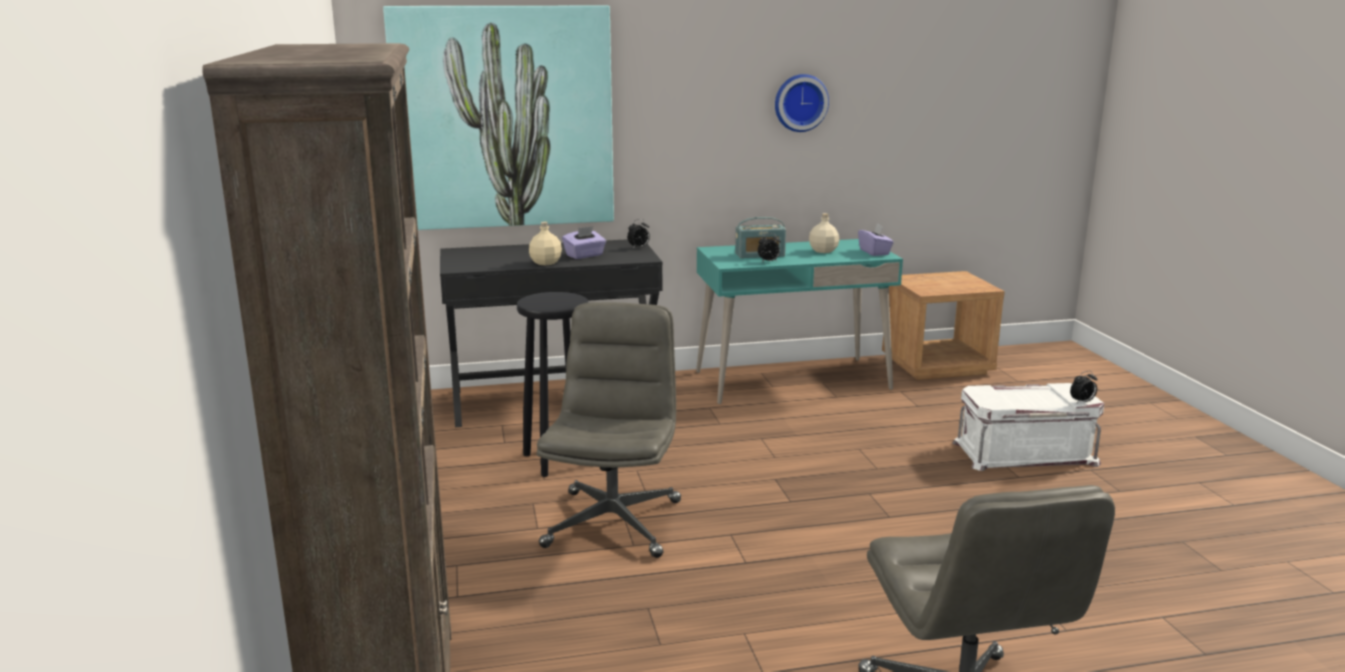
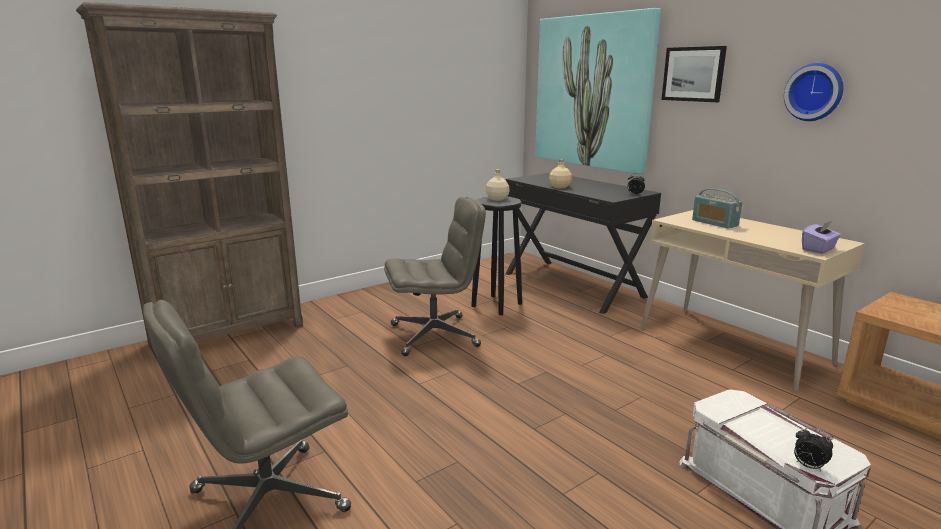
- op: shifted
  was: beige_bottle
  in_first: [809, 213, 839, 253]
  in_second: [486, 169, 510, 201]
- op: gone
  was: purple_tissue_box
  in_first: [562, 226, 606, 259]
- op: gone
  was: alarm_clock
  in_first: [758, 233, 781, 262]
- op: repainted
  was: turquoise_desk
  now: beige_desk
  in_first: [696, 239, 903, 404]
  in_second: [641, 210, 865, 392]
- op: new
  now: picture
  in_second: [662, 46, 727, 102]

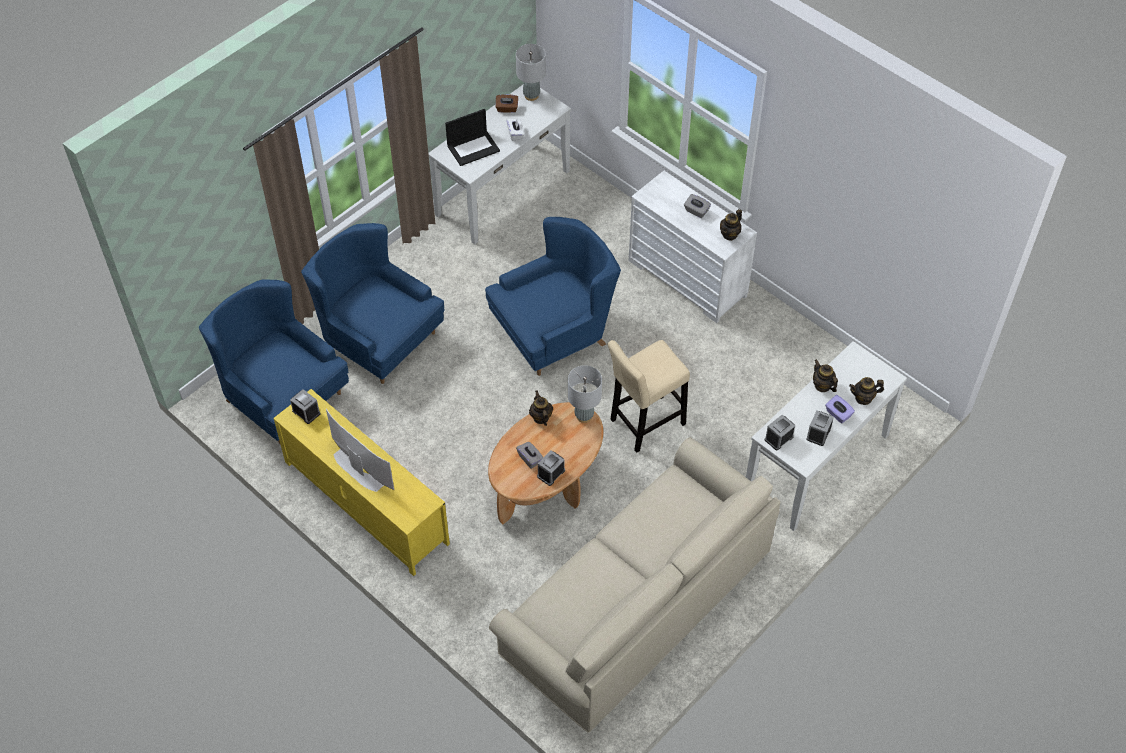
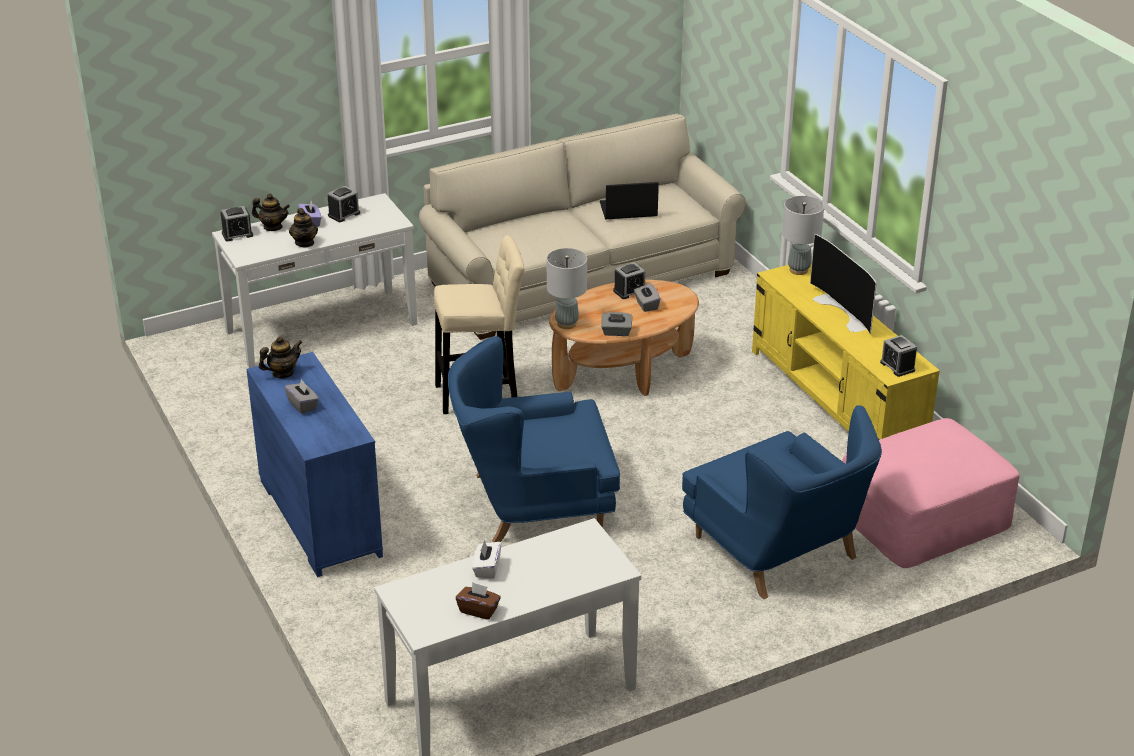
- op: shifted
  was: grey_table_lamp
  in_first: [516, 44, 546, 101]
  in_second: [782, 196, 824, 275]
- op: shifted
  was: laptop
  in_first: [445, 109, 500, 166]
  in_second: [600, 182, 659, 219]
- op: repainted
  was: white_dresser
  now: blue_dresser
  in_first: [628, 171, 757, 323]
  in_second: [246, 352, 383, 577]
- op: swapped
  was: blue_armchair
  now: pink_ottoman
  in_first: [199, 279, 349, 444]
  in_second: [842, 418, 1020, 568]
- op: swapped
  was: teapot
  now: grey_tissue_box
  in_first: [529, 390, 553, 426]
  in_second: [601, 312, 632, 336]
- op: shifted
  was: alarm_clock
  in_first: [765, 415, 795, 450]
  in_second: [221, 206, 253, 242]

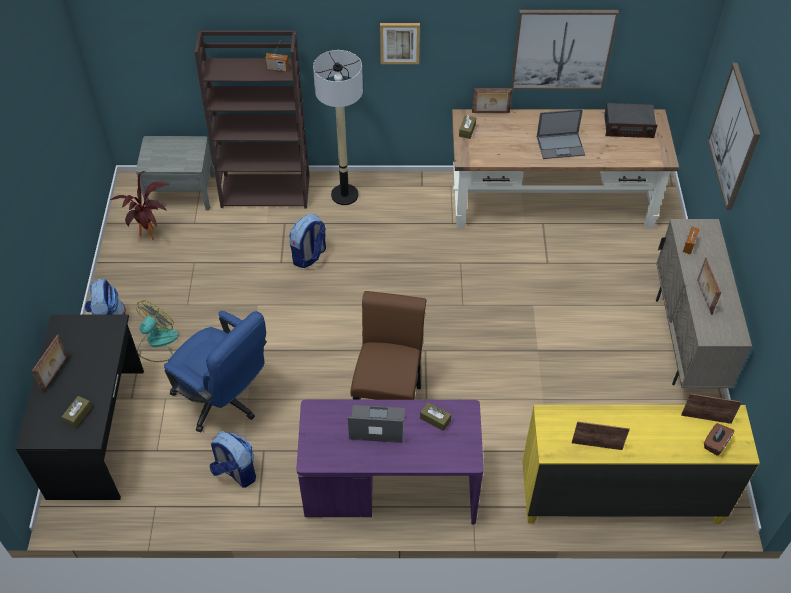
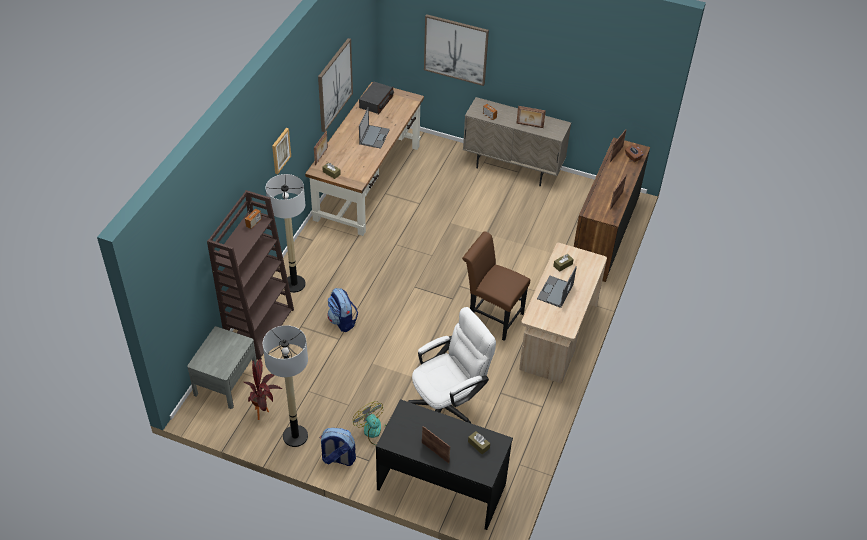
- op: repainted
  was: blue_office_chair
  now: white_office_chair
  in_first: [164, 311, 267, 433]
  in_second: [407, 307, 496, 423]
- op: repainted
  was: purple_desk
  now: beige_desk
  in_first: [296, 400, 484, 525]
  in_second: [519, 243, 607, 384]
- op: repainted
  was: yellow_dresser
  now: brown_dresser
  in_first: [522, 405, 760, 524]
  in_second: [574, 137, 650, 282]
- op: gone
  was: backpack
  in_first: [209, 431, 256, 488]
- op: new
  now: floor_lamp
  in_second: [263, 325, 308, 447]

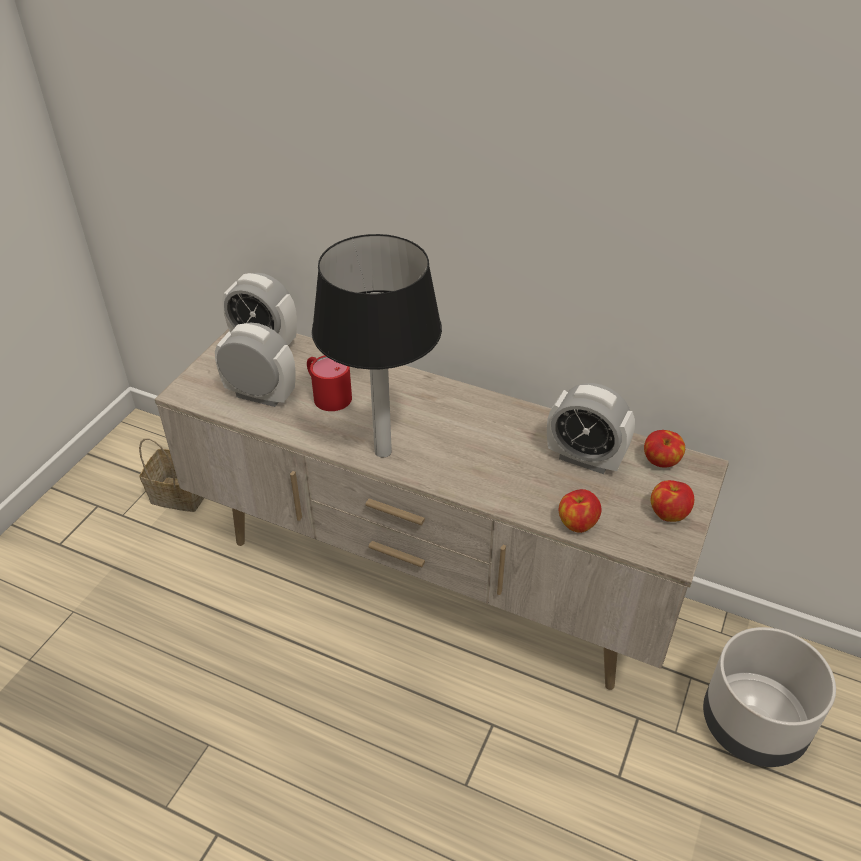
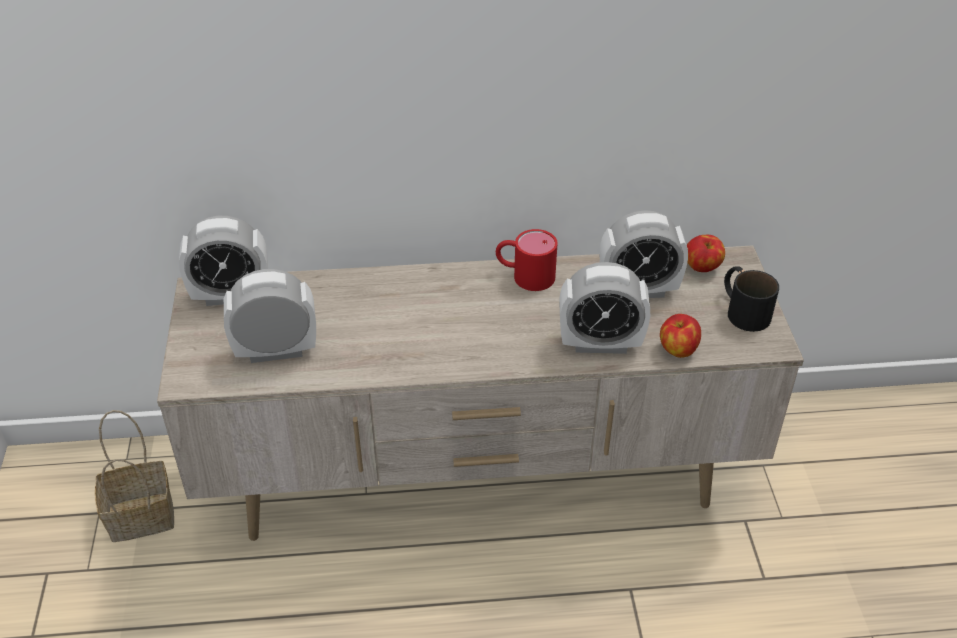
- op: gone
  was: table_lamp
  in_first: [312, 234, 442, 458]
- op: shifted
  was: red_mug
  in_first: [307, 355, 352, 411]
  in_second: [496, 229, 558, 291]
- op: swapped
  was: apple
  now: black_mug
  in_first: [651, 480, 694, 522]
  in_second: [724, 266, 779, 332]
- op: gone
  was: grey_planter
  in_first: [703, 627, 836, 767]
- op: new
  now: alarm_clock
  in_second: [559, 262, 650, 354]

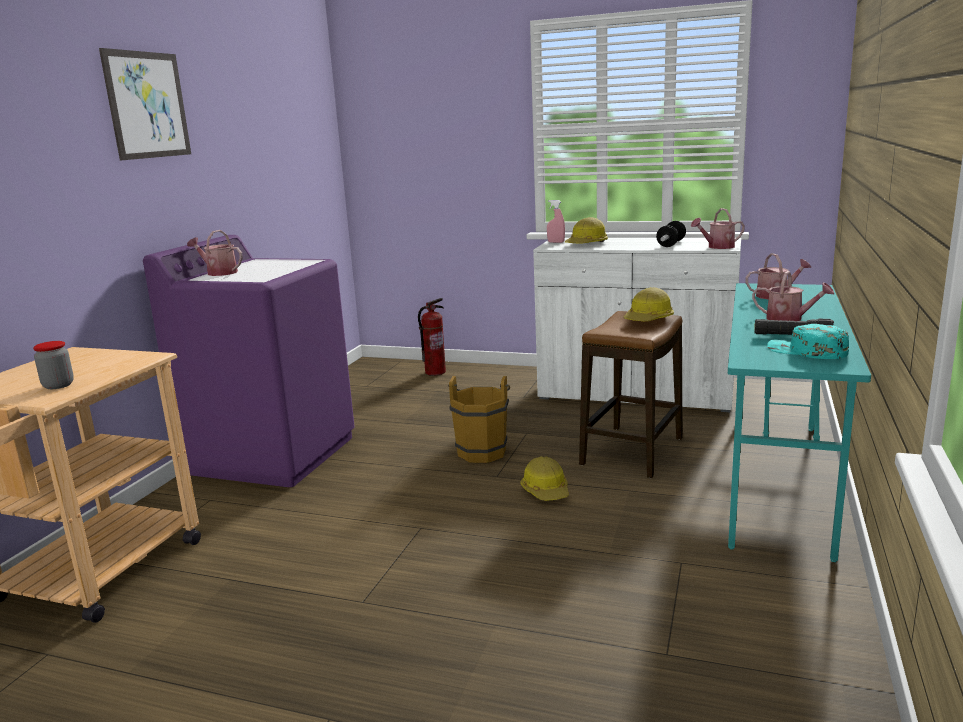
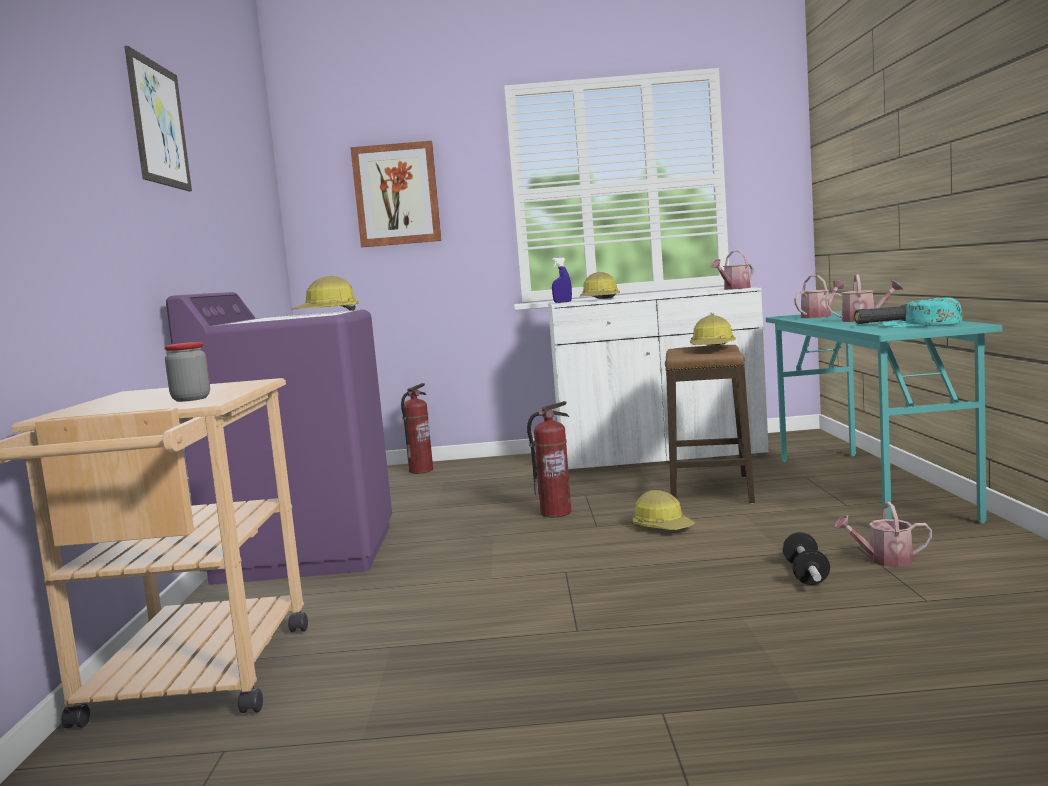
- op: repainted
  was: pink_spray_bottle
  now: blue_spray_bottle
  in_first: [547, 200, 565, 243]
  in_second: [552, 257, 572, 303]
- op: shifted
  was: dumbbell
  in_first: [656, 221, 686, 247]
  in_second: [783, 532, 830, 585]
- op: shifted
  was: watering_can
  in_first: [187, 230, 243, 276]
  in_second: [834, 502, 932, 567]
- op: swapped
  was: brown_bucket
  now: fire_extinguisher
  in_first: [448, 376, 510, 463]
  in_second: [527, 401, 572, 517]
- op: new
  now: picture
  in_second: [350, 141, 442, 247]
- op: new
  now: hard_hat
  in_second: [291, 276, 359, 311]

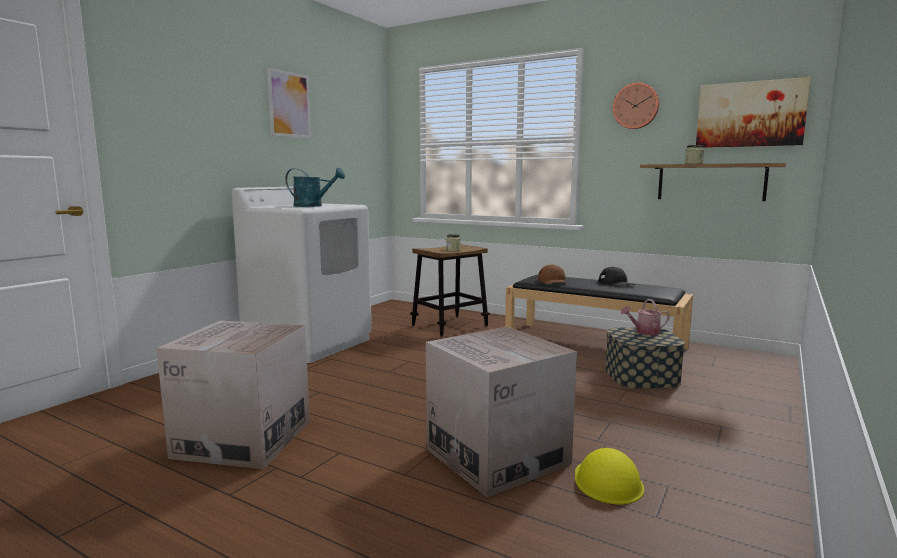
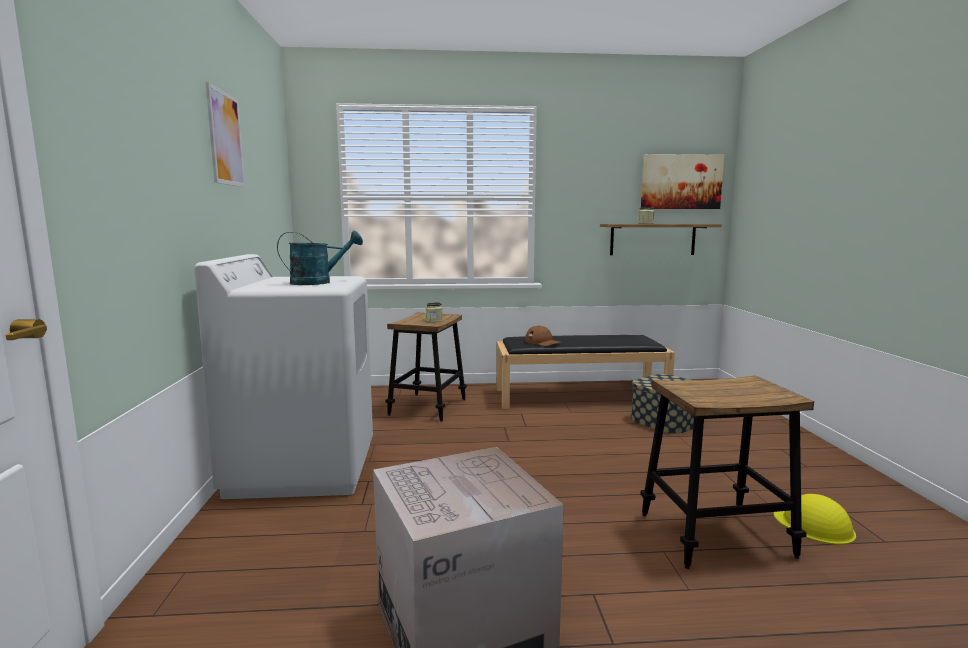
- op: gone
  was: wall_clock
  in_first: [613, 82, 659, 129]
- op: gone
  was: black_cap
  in_first: [598, 267, 635, 287]
- op: gone
  was: watering_can
  in_first: [621, 299, 670, 335]
- op: swapped
  was: cardboard_box
  now: stool
  in_first: [426, 327, 577, 498]
  in_second: [640, 375, 814, 569]

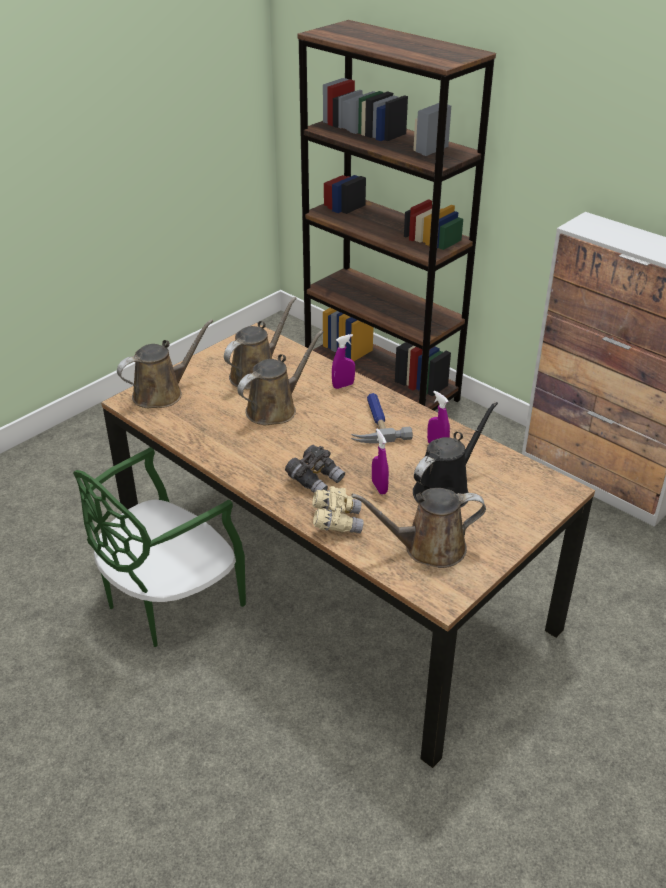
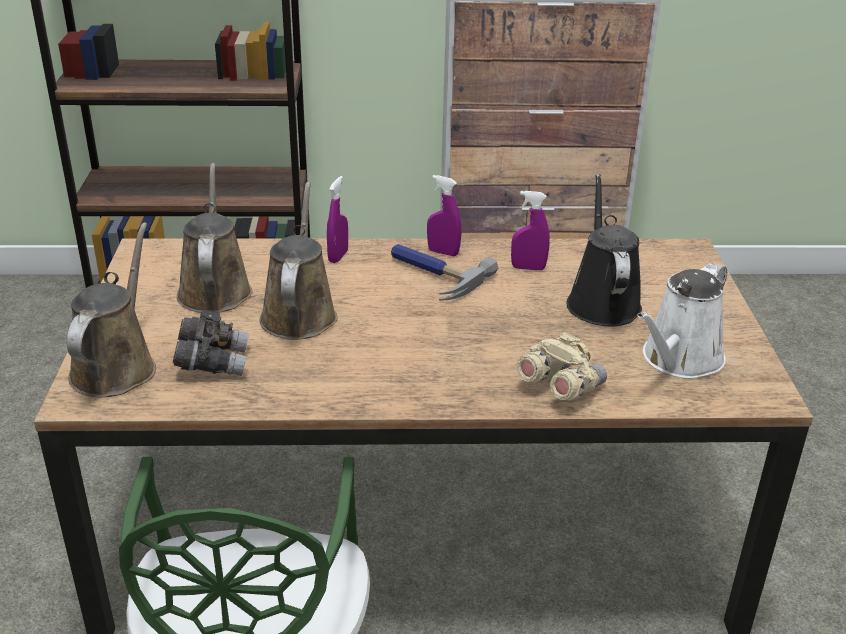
- op: shifted
  was: purple_spray_bottle
  in_first: [372, 429, 389, 495]
  in_second: [427, 175, 461, 256]
- op: shifted
  was: grey_binoculars
  in_first: [285, 445, 345, 493]
  in_second: [173, 310, 249, 376]
- op: repainted
  was: brown_watering_can
  now: white_watering_can
  in_first: [351, 488, 486, 568]
  in_second: [637, 263, 727, 379]

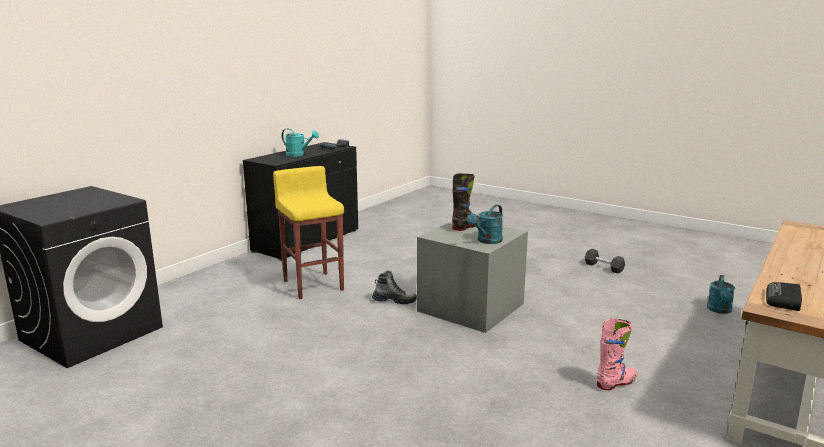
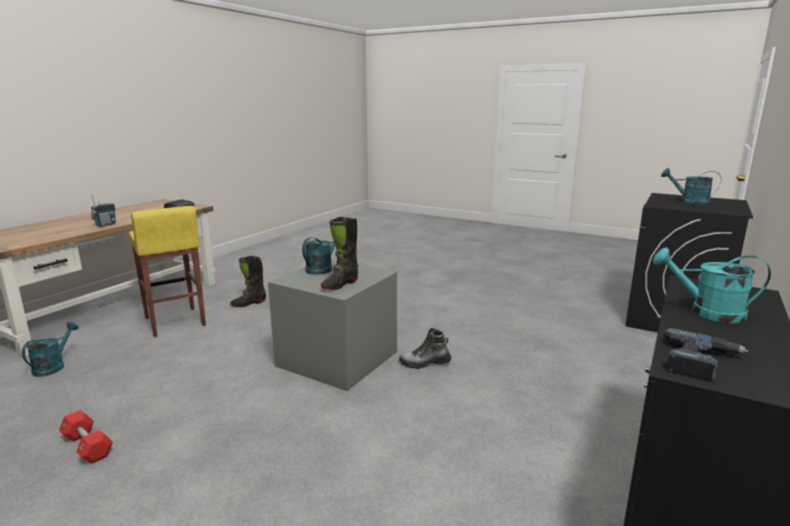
- op: shifted
  was: yellow_stool
  in_first: [273, 166, 344, 299]
  in_second: [129, 206, 206, 337]
- op: repainted
  was: black_dumbbell
  now: red_dumbbell
  in_first: [585, 249, 625, 273]
  in_second: [59, 410, 113, 464]
- op: repainted
  was: pink_boot
  now: black_boot
  in_first: [597, 318, 638, 390]
  in_second: [230, 256, 266, 307]
- op: new
  now: turquoise_watering_can
  in_second: [661, 168, 721, 206]
- op: new
  now: radio
  in_second: [91, 195, 116, 227]

